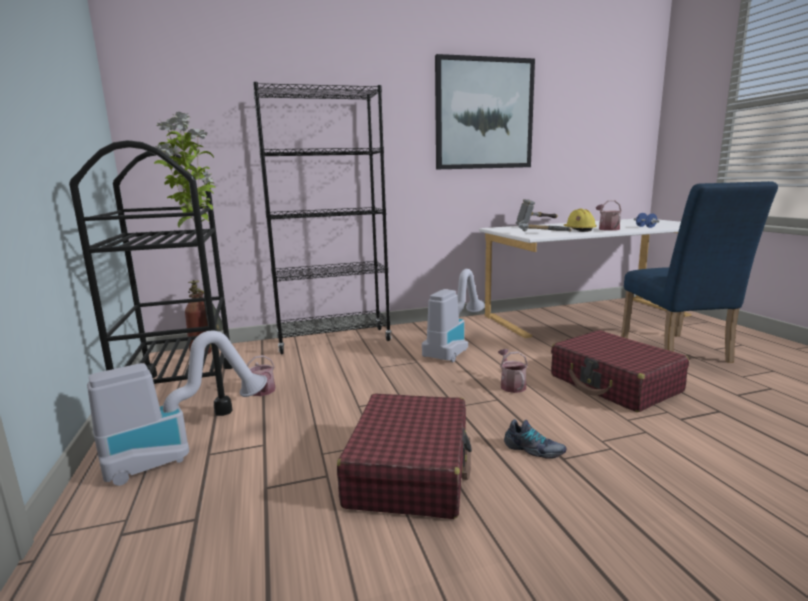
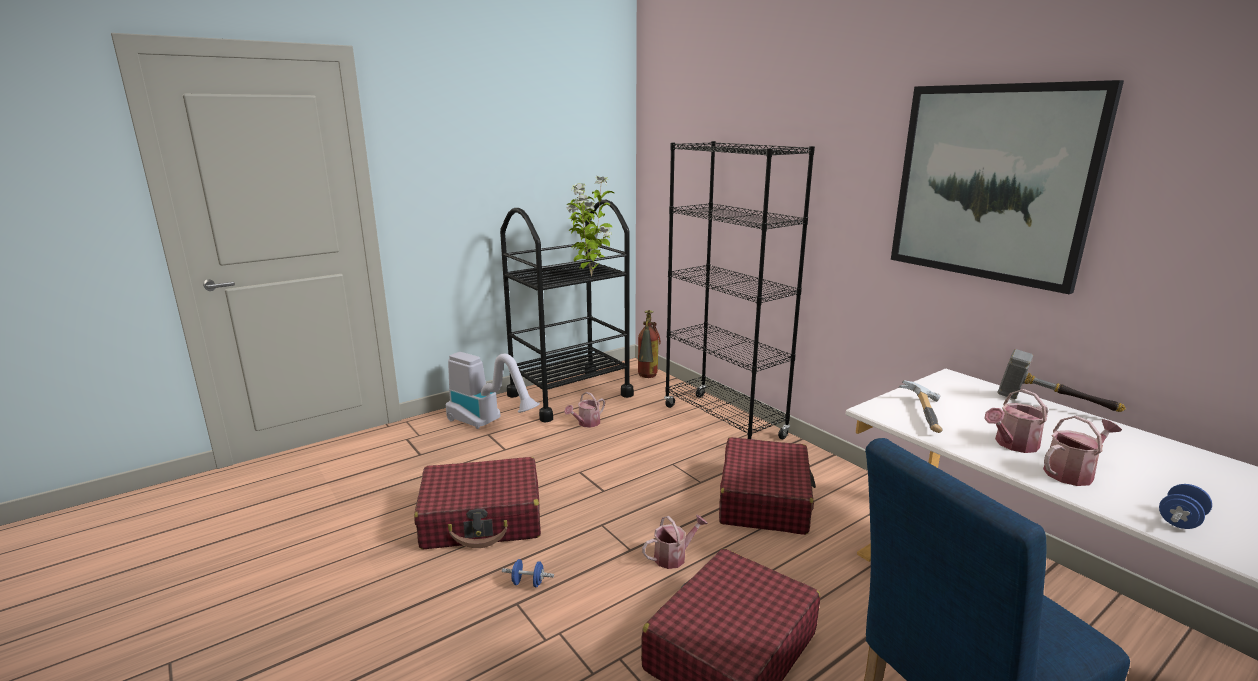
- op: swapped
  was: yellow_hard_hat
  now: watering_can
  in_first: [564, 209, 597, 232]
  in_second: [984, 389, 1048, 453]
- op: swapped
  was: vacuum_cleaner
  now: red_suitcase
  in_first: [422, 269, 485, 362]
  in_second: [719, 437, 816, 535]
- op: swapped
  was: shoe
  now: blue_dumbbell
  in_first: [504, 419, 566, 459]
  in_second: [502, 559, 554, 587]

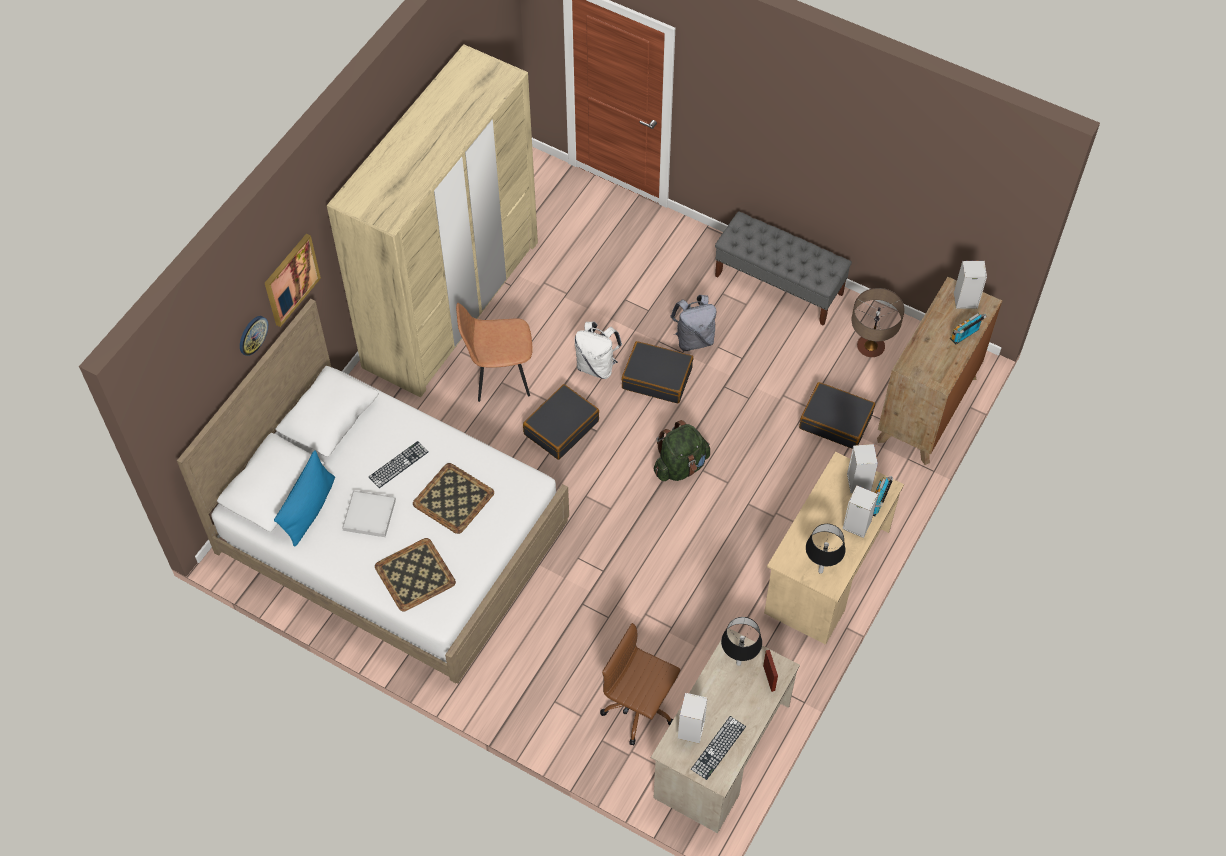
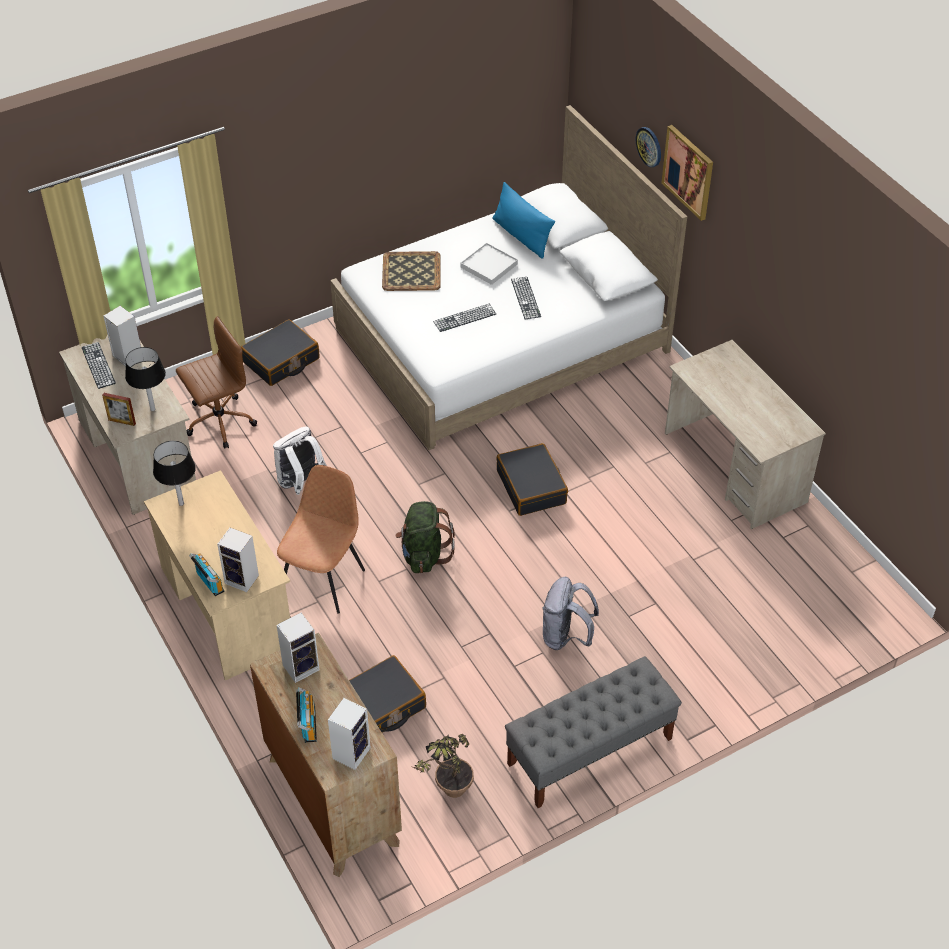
- op: swapped
  was: beige_wardrobe
  now: beige_desk
  in_first: [327, 45, 538, 397]
  in_second: [665, 340, 826, 529]
- op: swapped
  was: table_lamp
  now: potted_plant
  in_first: [852, 288, 904, 357]
  in_second: [413, 733, 474, 798]
- op: shifted
  was: brown_chair
  in_first: [456, 303, 533, 402]
  in_second: [277, 465, 365, 613]
- op: shifted
  was: white_backpack
  in_first: [575, 322, 622, 379]
  in_second: [273, 427, 327, 495]
- op: shifted
  was: black_suitcase
  in_first: [622, 341, 693, 403]
  in_second: [241, 319, 320, 386]
- op: swapped
  was: tray
  now: keyboard
  in_first: [413, 463, 494, 534]
  in_second: [433, 304, 496, 332]
- op: shifted
  was: speaker
  in_first: [843, 485, 878, 538]
  in_second: [277, 612, 320, 683]

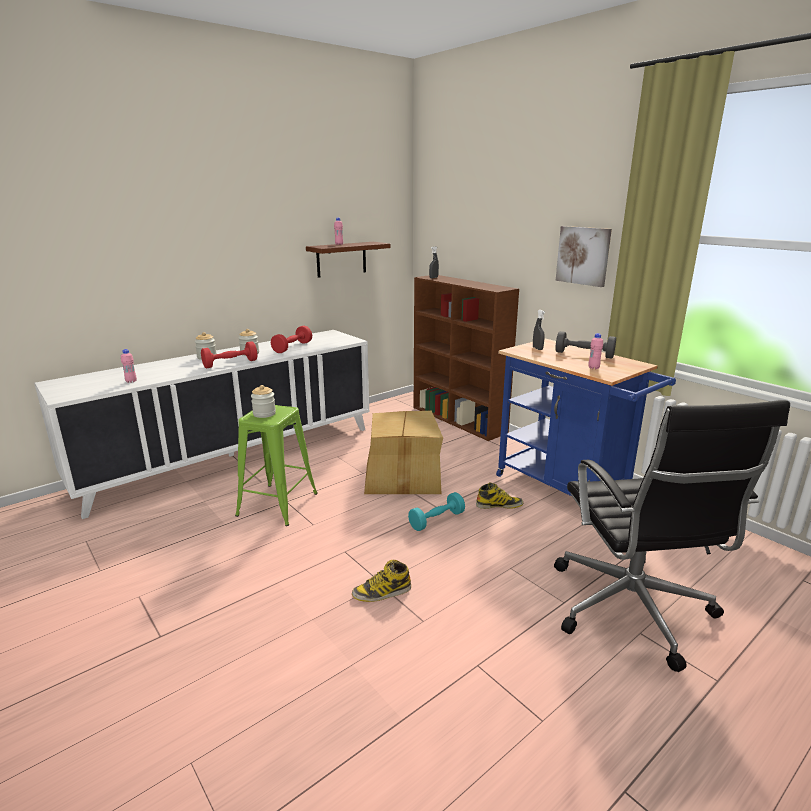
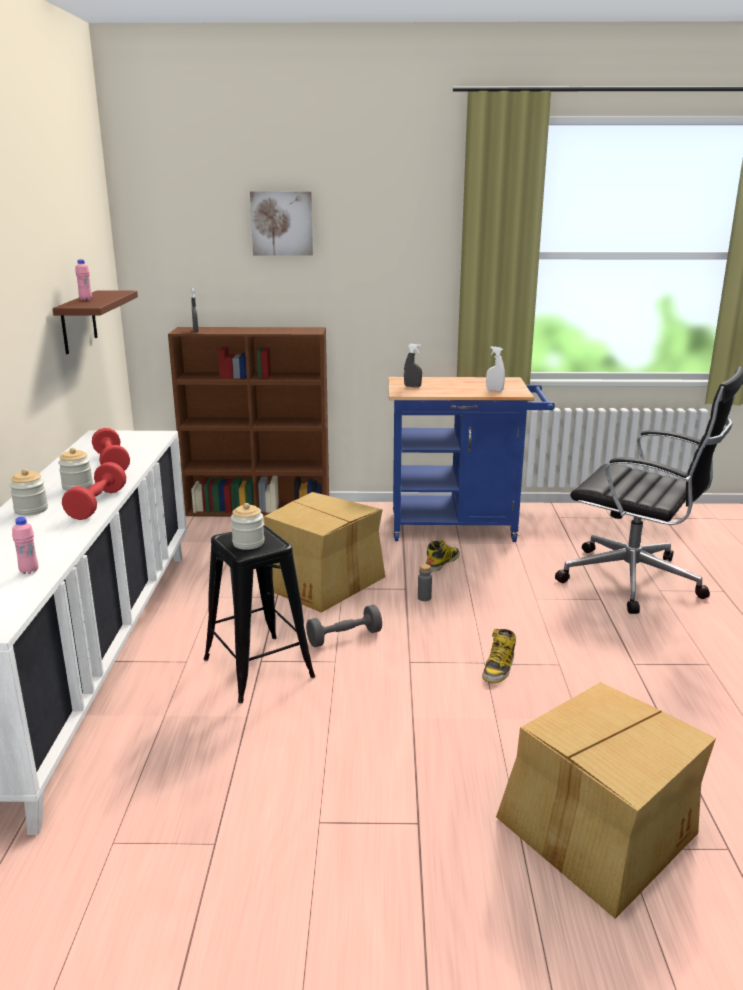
- op: shifted
  was: picture
  in_first: [555, 226, 612, 287]
  in_second: [250, 191, 313, 255]
- op: shifted
  was: grey_dumbbell
  in_first: [556, 331, 616, 358]
  in_second: [306, 605, 382, 647]
- op: swapped
  was: pink_bottle
  now: white_spray_bottle
  in_first: [588, 333, 603, 369]
  in_second: [486, 346, 505, 392]
- op: repainted
  was: green_stool
  now: black_stool
  in_first: [235, 405, 318, 526]
  in_second: [204, 525, 316, 703]
- op: swapped
  was: turquoise_dumbbell
  now: grey_bottle
  in_first: [408, 492, 465, 531]
  in_second: [418, 564, 432, 601]
- op: new
  now: cardboard_box
  in_second: [496, 682, 716, 919]

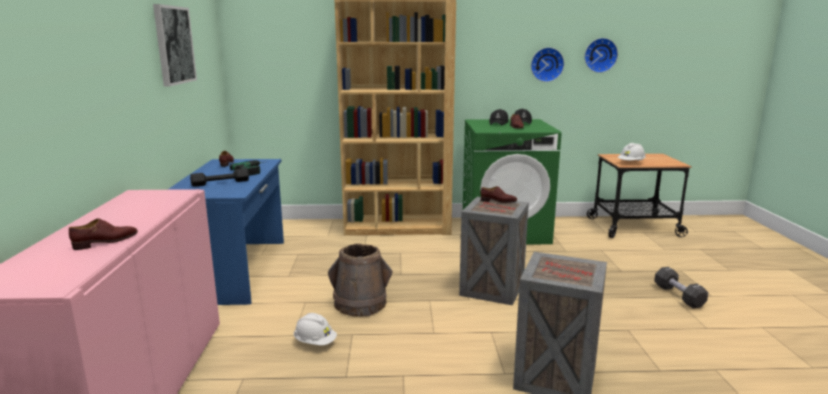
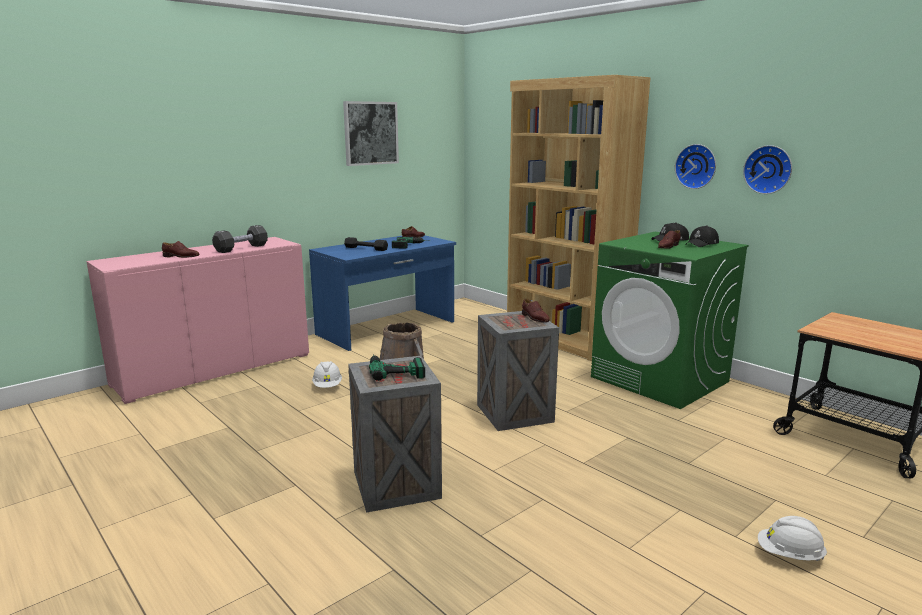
- op: shifted
  was: wall_clock
  in_first: [584, 38, 618, 73]
  in_second: [675, 144, 716, 189]
- op: shifted
  was: white_hard_hat
  in_first: [618, 143, 646, 161]
  in_second: [758, 516, 827, 561]
- op: shifted
  was: black_dumbbell
  in_first: [654, 267, 708, 308]
  in_second: [212, 225, 268, 253]
- op: new
  now: power_drill
  in_second: [369, 354, 425, 381]

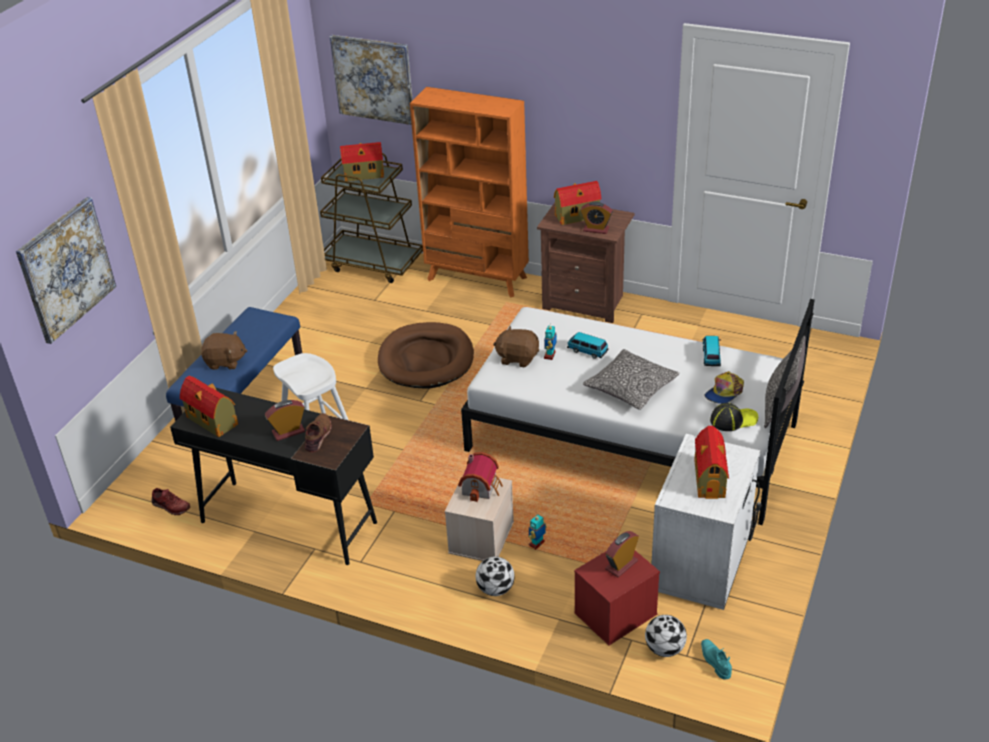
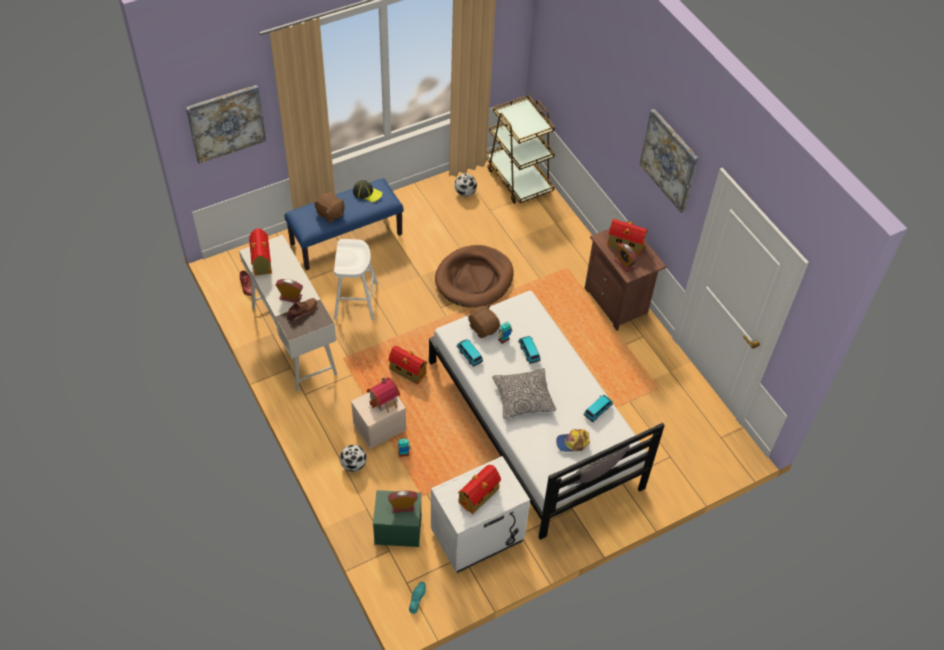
- op: shifted
  was: picture
  in_first: [330, 35, 412, 125]
  in_second: [640, 109, 698, 213]
- op: gone
  was: orange_bookcase
  in_first: [410, 87, 529, 297]
- op: shifted
  was: toy_house
  in_first: [340, 142, 384, 181]
  in_second: [388, 346, 428, 385]
- op: repainted
  was: black_desk
  now: white_desk
  in_first: [170, 388, 377, 565]
  in_second: [239, 235, 337, 391]
- op: shifted
  was: cap
  in_first: [710, 403, 758, 431]
  in_second: [353, 180, 382, 202]
- op: repainted
  was: red_storage_box
  now: green_storage_box
  in_first: [574, 551, 660, 645]
  in_second: [373, 490, 422, 547]
- op: shifted
  was: football
  in_first: [645, 615, 687, 657]
  in_second: [454, 174, 477, 196]
- op: new
  now: toy_car
  in_second: [457, 339, 483, 367]

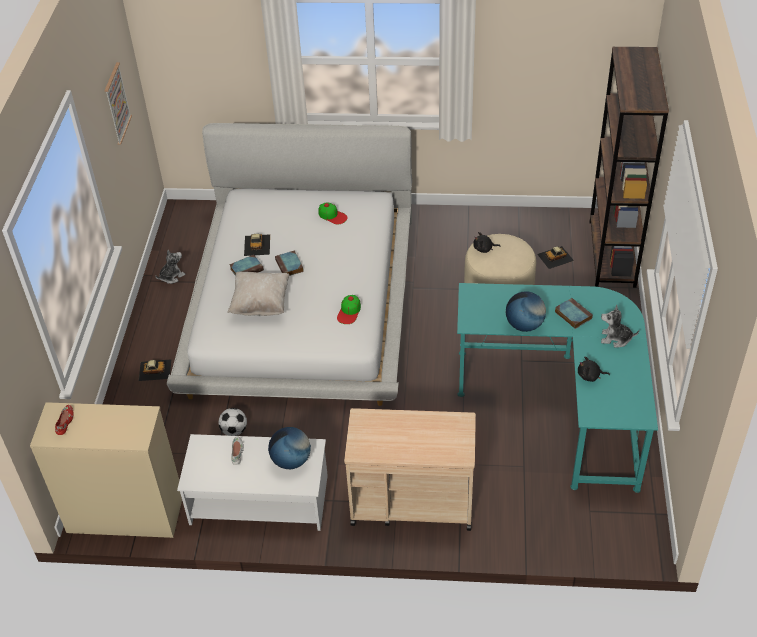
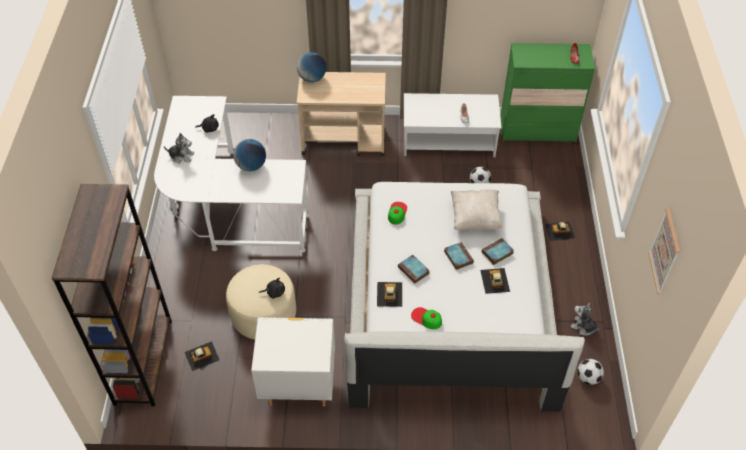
- op: rotated
  was: plush_toy
  in_first: [155, 250, 186, 284]
  in_second: [570, 302, 602, 335]
  clockwise: 75
- op: repainted
  was: turquoise_desk
  now: white_desk
  in_first: [457, 283, 658, 493]
  in_second: [154, 96, 309, 253]
- op: shifted
  was: book
  in_first: [555, 298, 593, 329]
  in_second: [398, 255, 430, 284]
- op: repainted
  was: beige_dresser
  now: green_dresser
  in_first: [30, 402, 182, 538]
  in_second: [500, 43, 595, 142]
- op: shifted
  was: globe
  in_first: [268, 427, 311, 469]
  in_second: [297, 52, 326, 82]
- op: new
  now: toy_car
  in_second: [377, 282, 402, 307]
- op: new
  now: white_nightstand
  in_second: [251, 317, 335, 406]
- op: new
  now: football
  in_second: [578, 359, 604, 385]

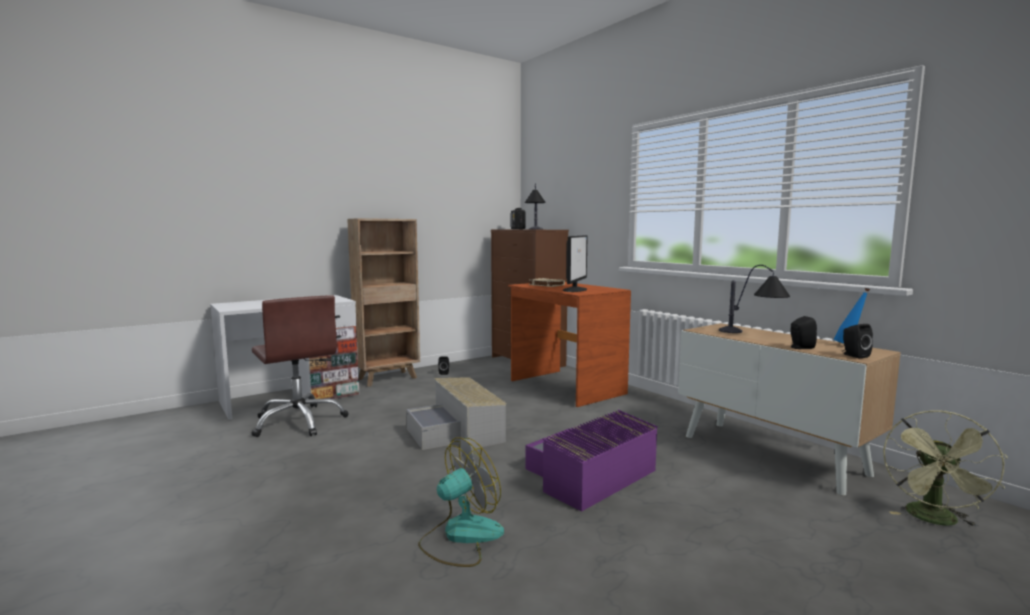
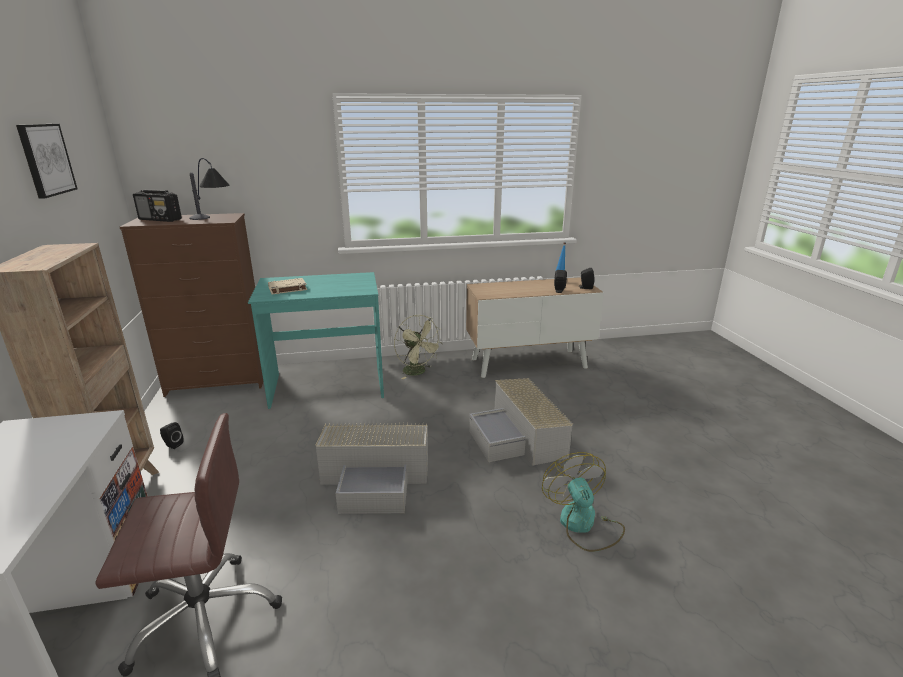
- op: gone
  was: monitor
  in_first: [563, 235, 588, 292]
- op: gone
  was: table_lamp
  in_first: [719, 265, 790, 333]
- op: repainted
  was: brown_desk
  now: turquoise_desk
  in_first: [508, 282, 631, 407]
  in_second: [248, 272, 384, 409]
- op: repainted
  was: purple_storage_box
  now: grey_storage_box
  in_first: [526, 410, 658, 511]
  in_second: [469, 378, 573, 466]
- op: shifted
  was: green_fan
  in_first: [883, 411, 1008, 527]
  in_second: [394, 315, 442, 379]
- op: new
  now: picture
  in_second: [16, 124, 77, 199]

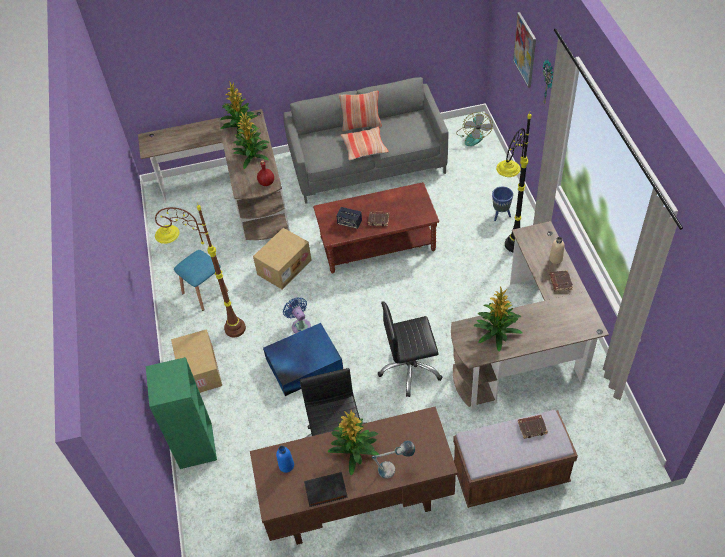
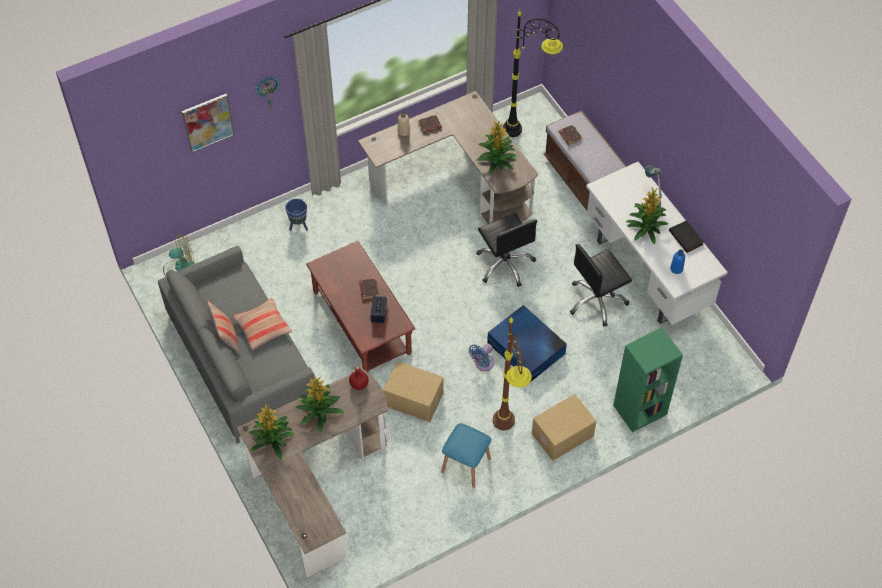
- op: shifted
  was: black_floor_lamp
  in_first: [496, 113, 532, 252]
  in_second: [503, 9, 563, 137]
- op: repainted
  was: brown_desk
  now: white_desk
  in_first: [250, 406, 458, 545]
  in_second: [586, 162, 728, 325]

